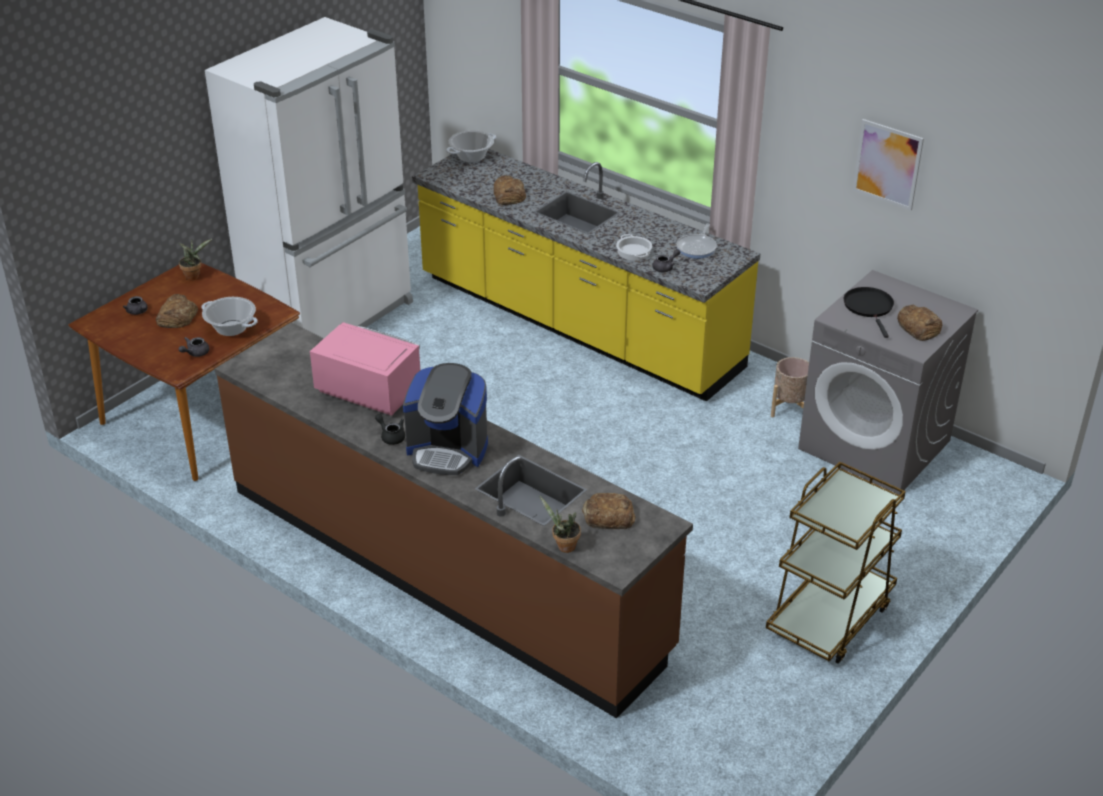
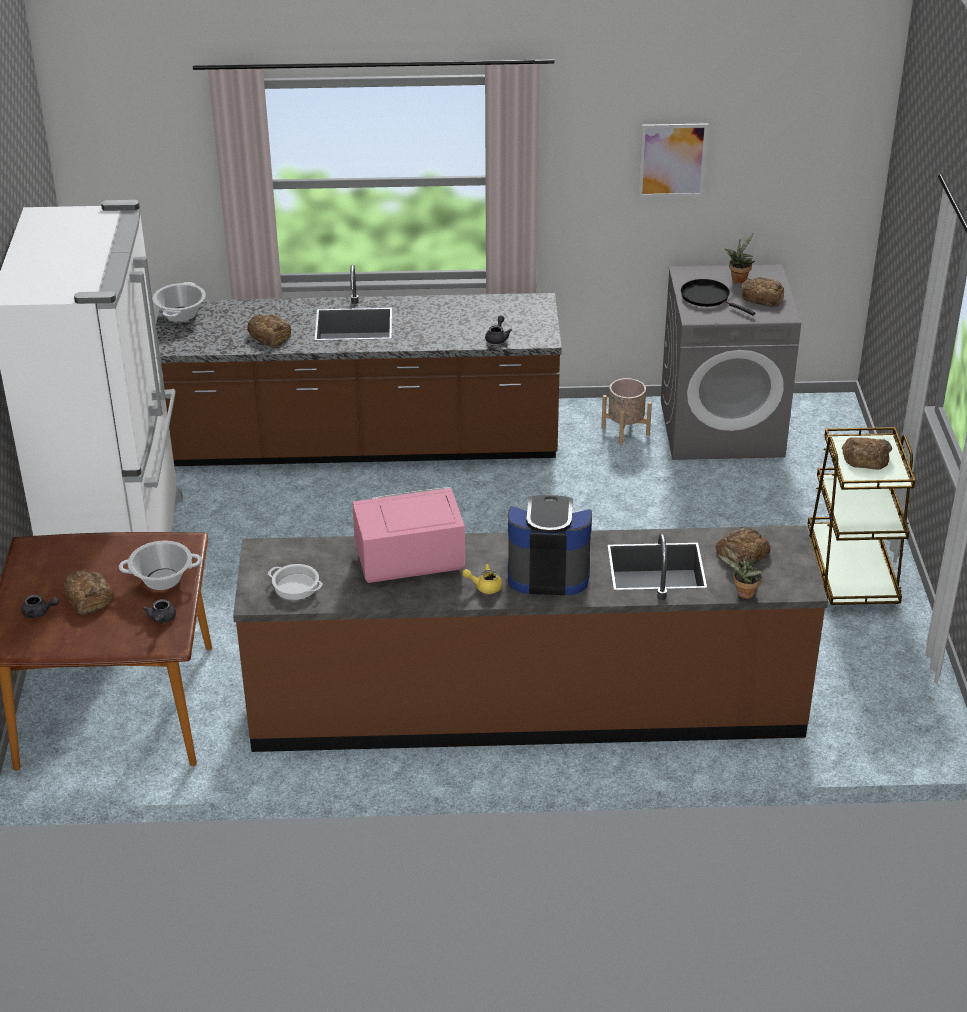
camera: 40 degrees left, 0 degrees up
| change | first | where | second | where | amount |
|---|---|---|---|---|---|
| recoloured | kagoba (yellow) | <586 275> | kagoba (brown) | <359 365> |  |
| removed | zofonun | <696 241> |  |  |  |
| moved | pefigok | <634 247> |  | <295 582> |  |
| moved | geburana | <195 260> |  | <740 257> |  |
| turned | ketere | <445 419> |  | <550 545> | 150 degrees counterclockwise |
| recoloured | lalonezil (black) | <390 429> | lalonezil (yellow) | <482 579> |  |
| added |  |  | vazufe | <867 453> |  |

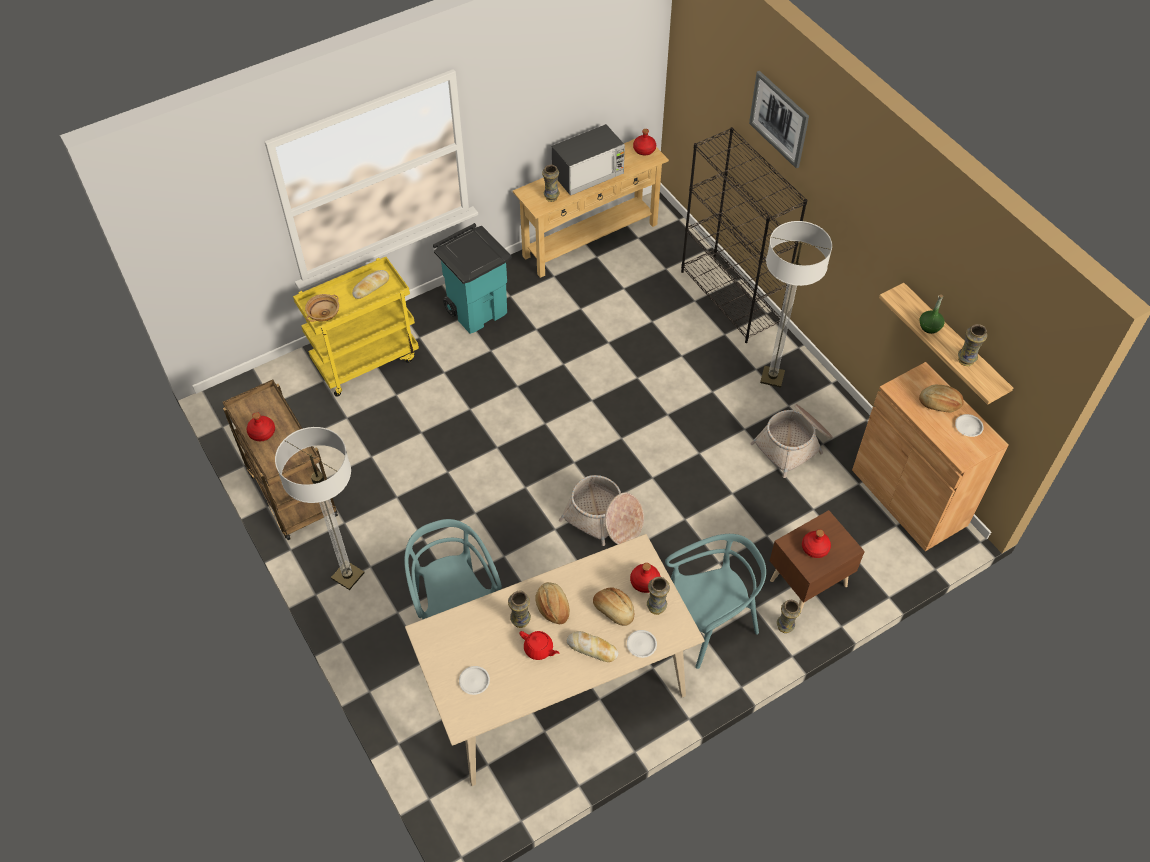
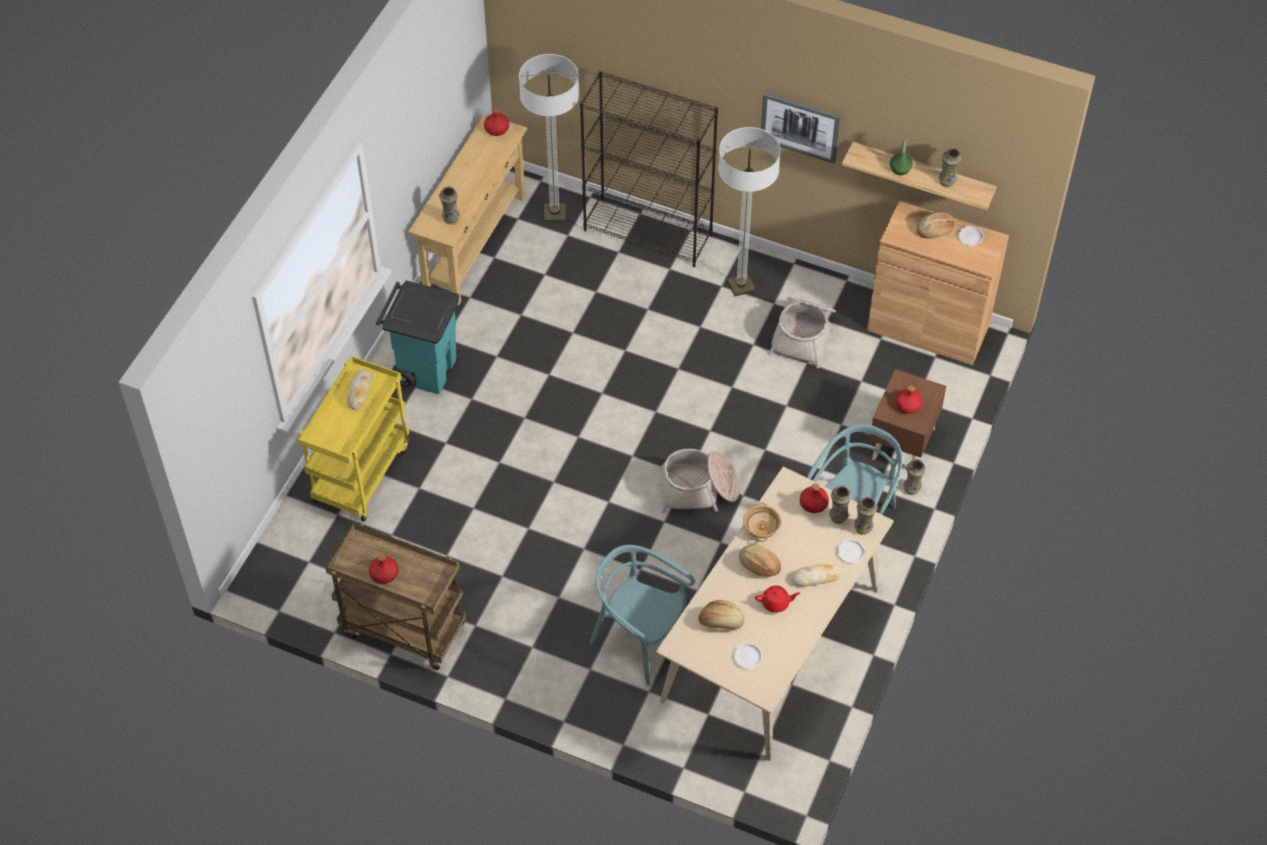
camera: 35 degrees left, 0 degrees up
| change | first | where | second | where | amount |
|---|---|---|---|---|---|
| moved | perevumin | <779 120> |  | <801 128> |  |
| removed | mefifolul | <588 160> |  |  |  |
| moved | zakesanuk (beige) | <322 308> |  | <762 522> |  |
| moved | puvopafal | <319 508> |  | <549 138> |  |
| moved | vazufe | <613 606> |  | <721 615> |  |
| moved | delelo | <519 609> |  | <865 516> |  |

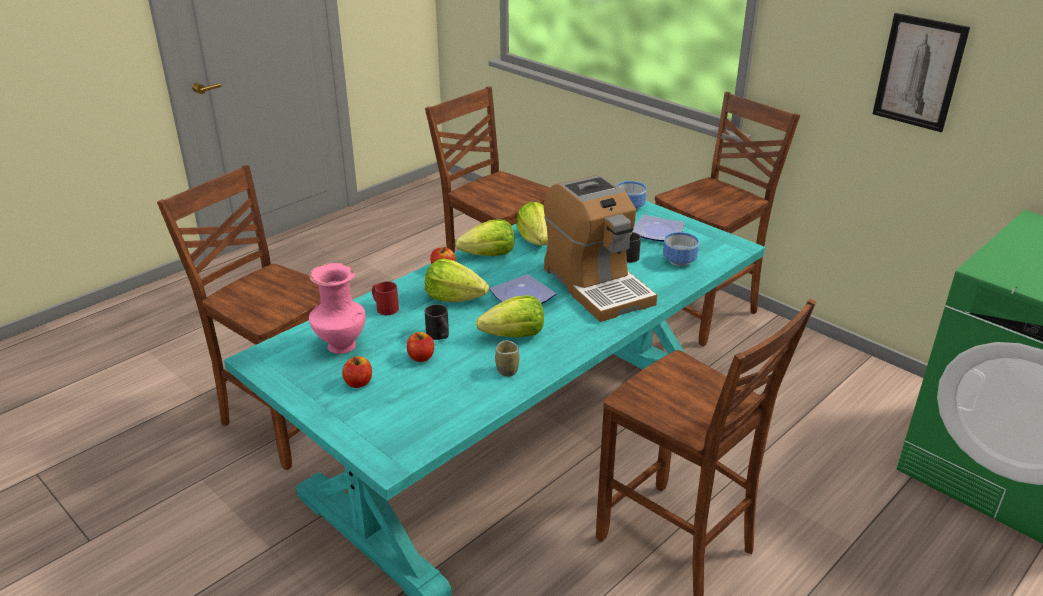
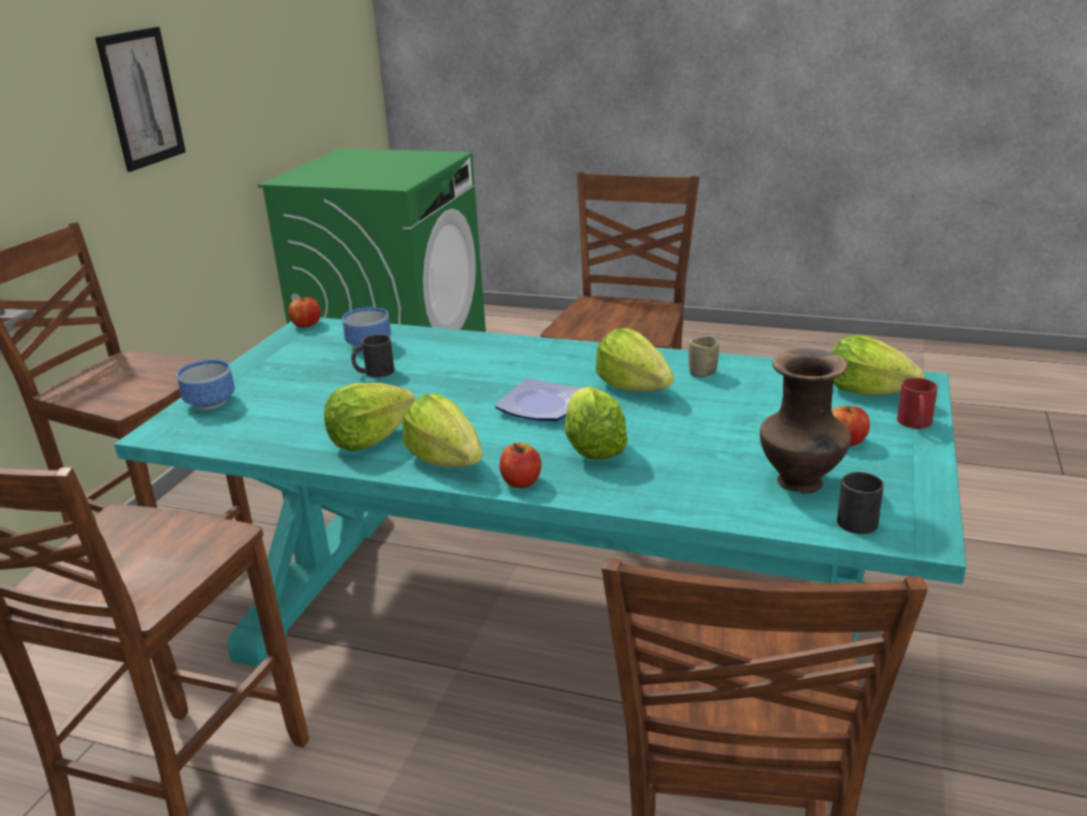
camera: 115 degrees left, 5 degrees down
| change | first | where | second | where | amount |
|---|---|---|---|---|---|
| removed | ketere | <600 248> |  |  |  |
| removed | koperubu | <658 228> |  |  |  |
| recoloured | delelo (pink) | <337 308> | delelo (brown) | <805 421> |  |
| moved | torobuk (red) | <385 298> |  | <917 403> |  |
| moved | torobuk (black) | <437 322> |  | <860 503> |  |
| moved | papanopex | <420 347> |  | <304 312> |  |
| added |  |  | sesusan | <878 365> |  |

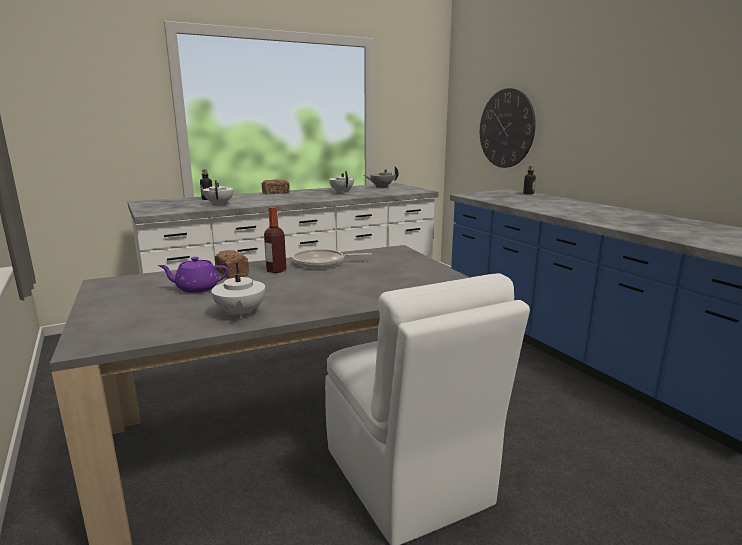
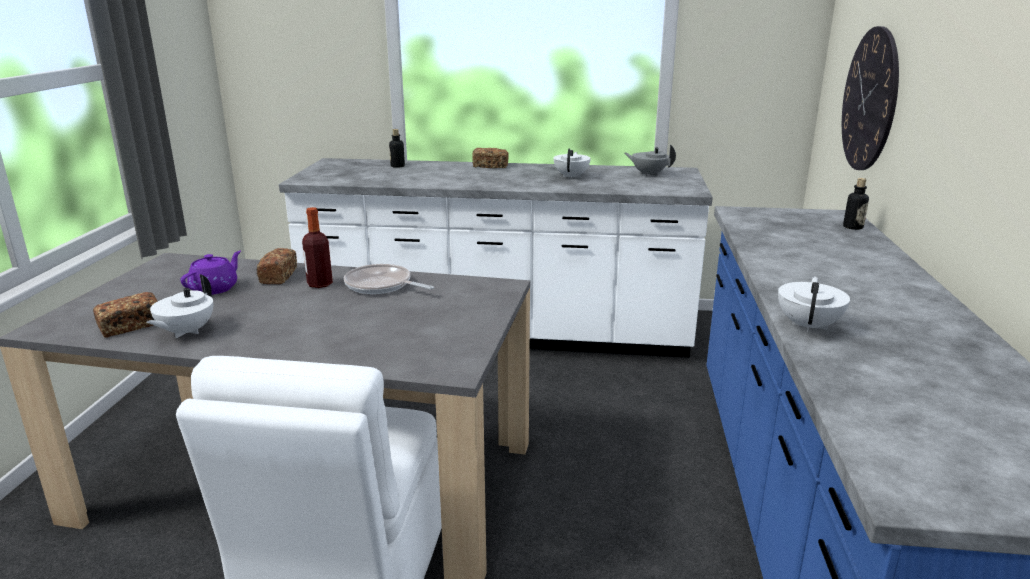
camera: 35 degrees right, 5 degrees up
| change | first | where | second | where | amount |
|---|---|---|---|---|---|
| moved | lalonezil (white) | <218 193> |  | <814 305> |  |
| turned | lalonezil (purple) | <193 275> |  | <211 273> | 90 degrees clockwise |
| added |  |  | vazufe | <125 315> |  |

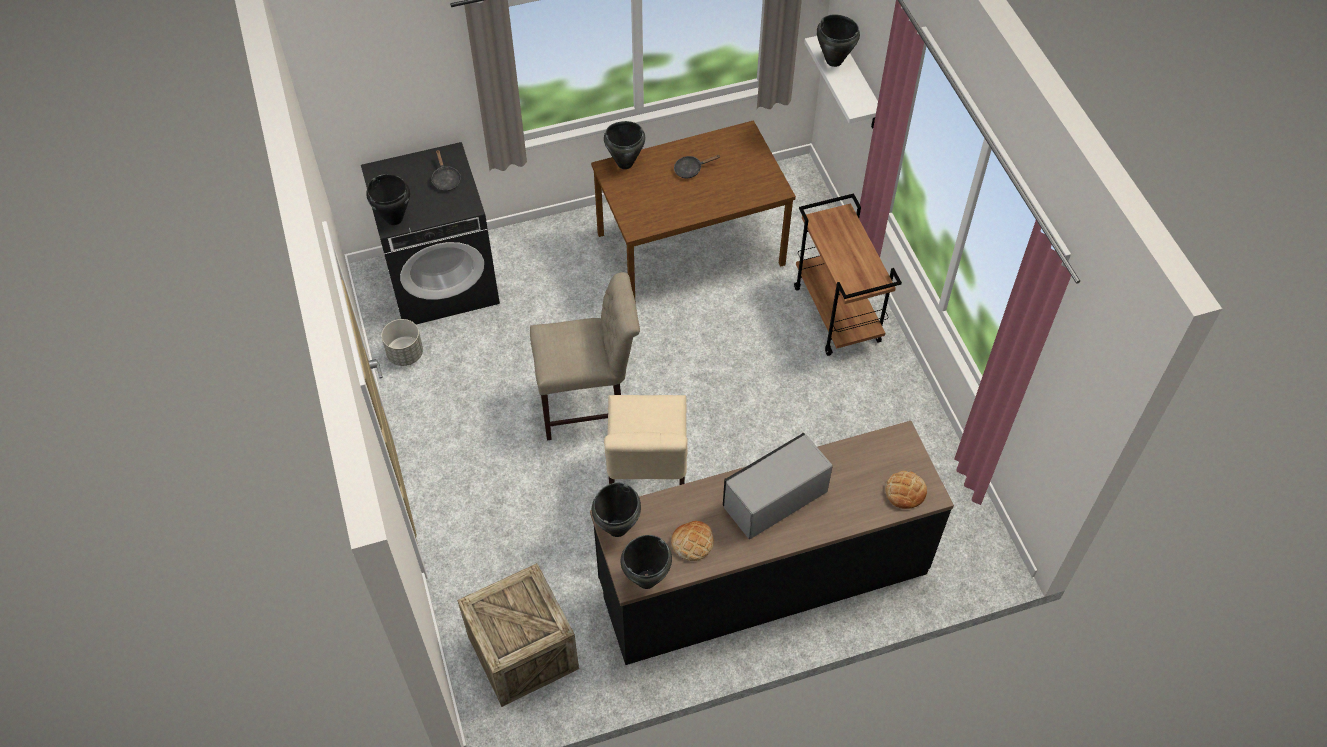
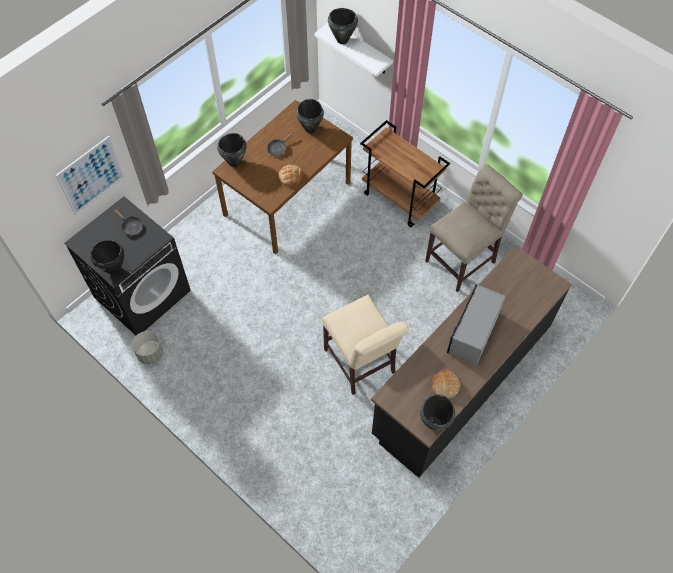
camera: 30 degrees left, 5 degrees up
| change | first | where | second | where | amount |
|---|---|---|---|---|---|
| moved | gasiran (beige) | <585 356> |  | <474 228> |  |
| moved | vazufe | <906 490> |  | <291 175> |  |
| moved | pefigok (black) | <616 510> |  | <310 116> |  |
| removed | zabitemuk | <518 635> |  |  |  |
| added |  |  | perevumin | <90 176> |  |

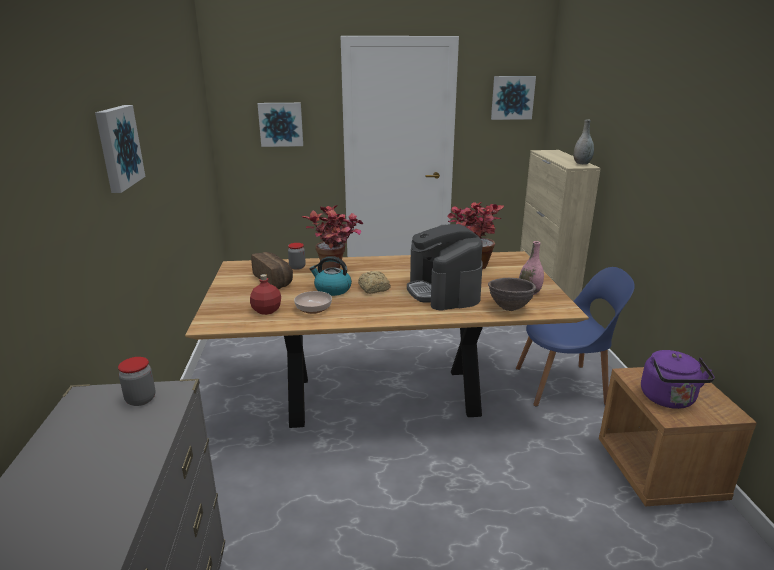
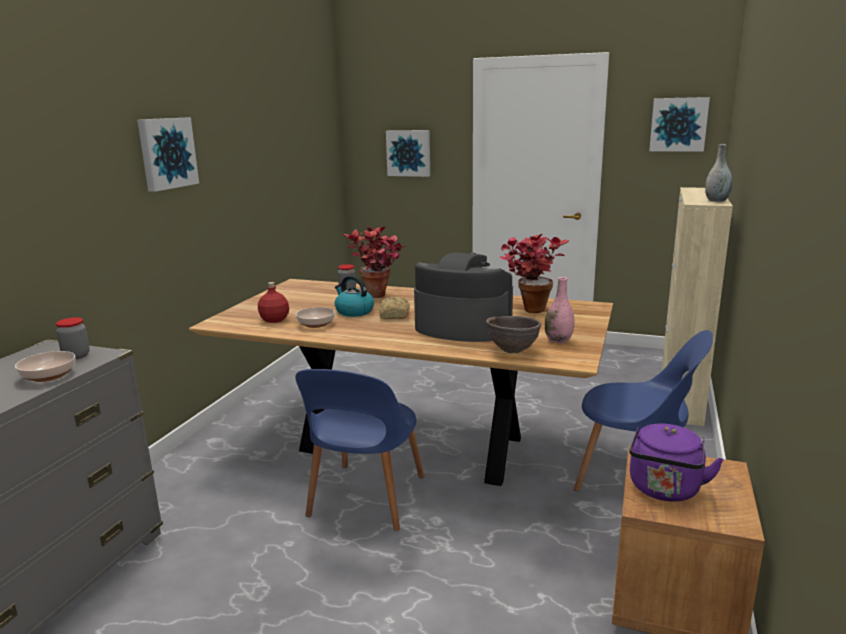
camera: 25 degrees right, 5 degrees down
| change | first | where | second | where | amount |
|---|---|---|---|---|---|
| turned | ketere | <445 267> |  | <463 297> | 105 degrees clockwise |
| removed | vazufe | <272 270> |  |  |  |
| added |  |  | zakesanuk | <45 366> |  |
| added |  |  | gasiran (blue) | <359 450> |  |

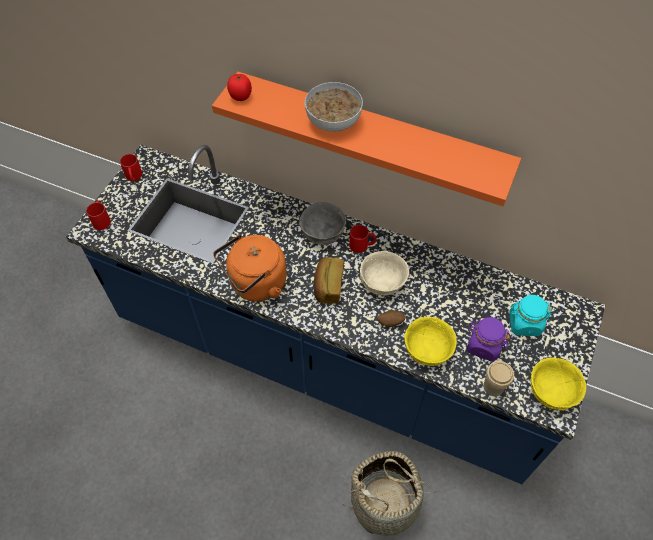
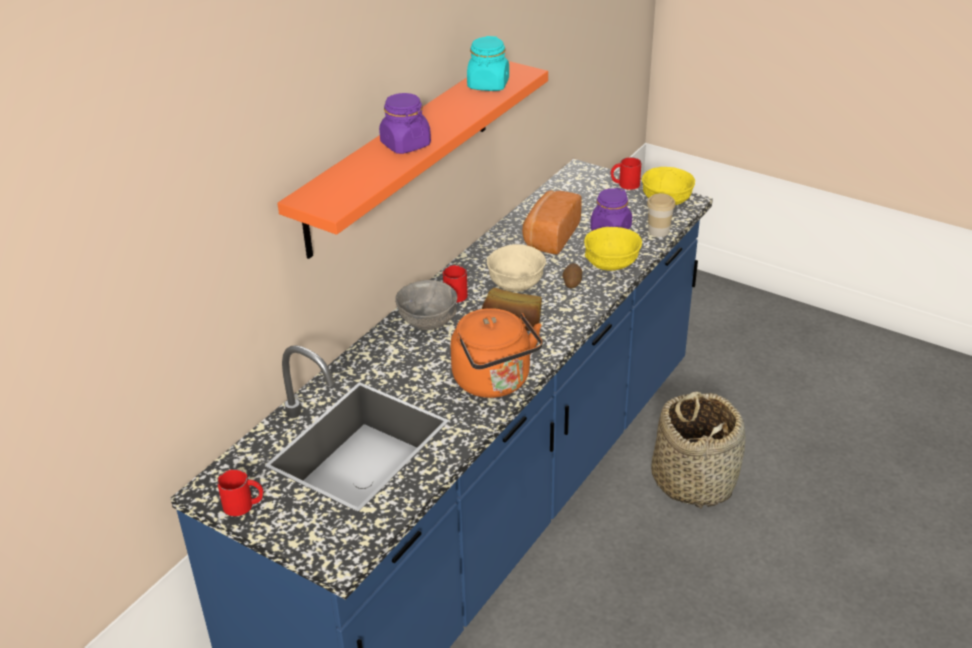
camera: 80 degrees left, 20 degrees down
| change | first | where | second | where | amount |
|---|---|---|---|---|---|
| removed | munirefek | <239 87> |  |  |  |
| replaced | zakesanuk | <334 107> | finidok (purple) | <405 123> |  |
| moved | torobuk (red) | <98 215> |  | <626 173> |  |
| moved | finidok (turquoise) | <530 315> |  | <488 63> |  |
| added |  |  | vazufe | <552 222> |  |

